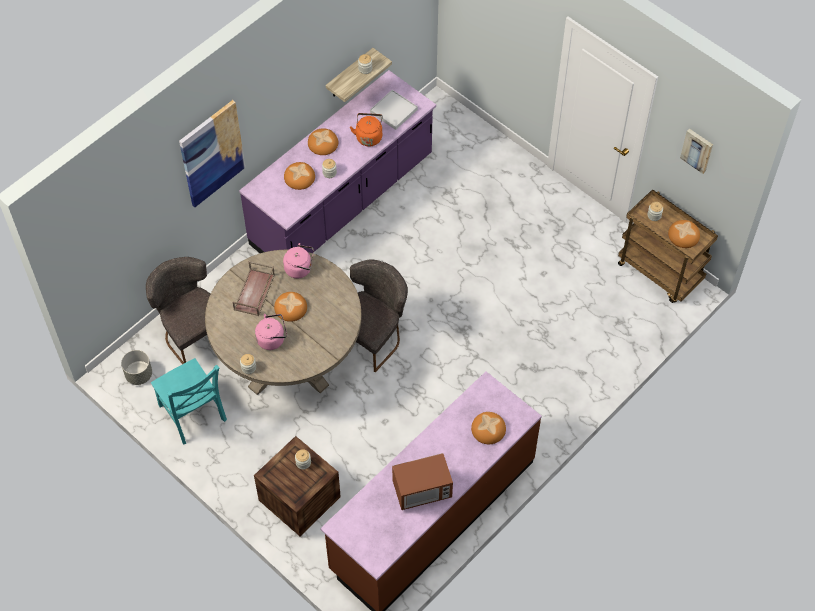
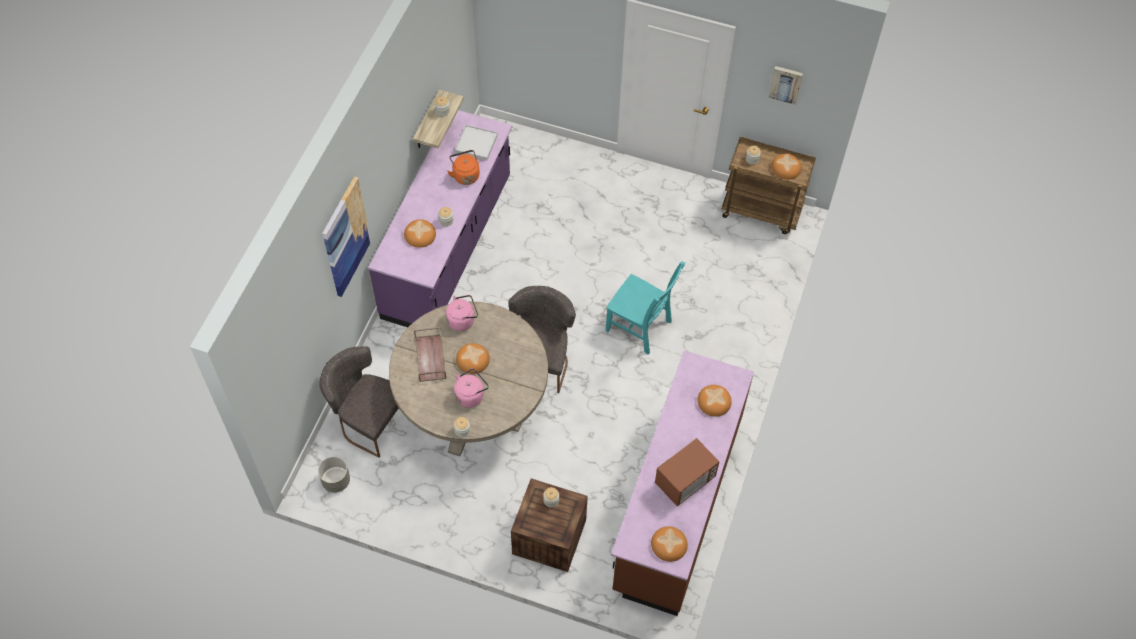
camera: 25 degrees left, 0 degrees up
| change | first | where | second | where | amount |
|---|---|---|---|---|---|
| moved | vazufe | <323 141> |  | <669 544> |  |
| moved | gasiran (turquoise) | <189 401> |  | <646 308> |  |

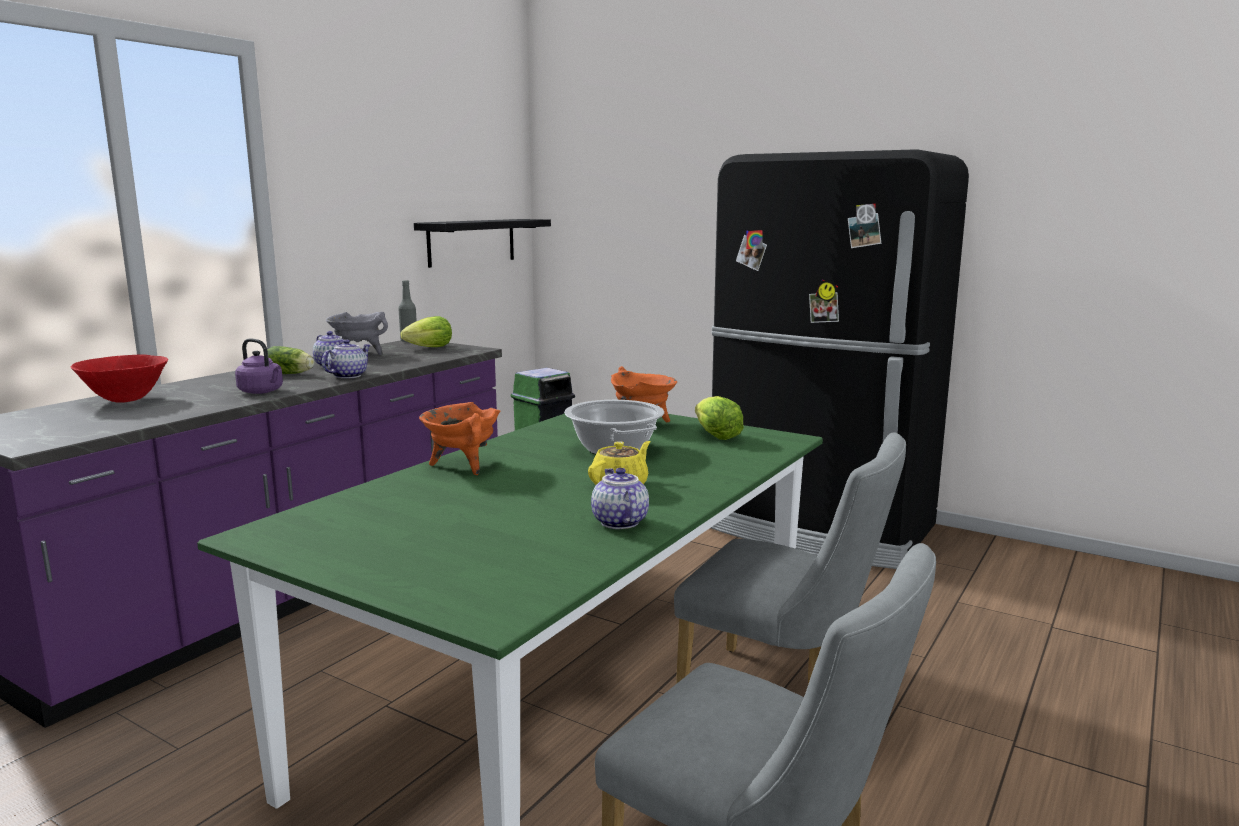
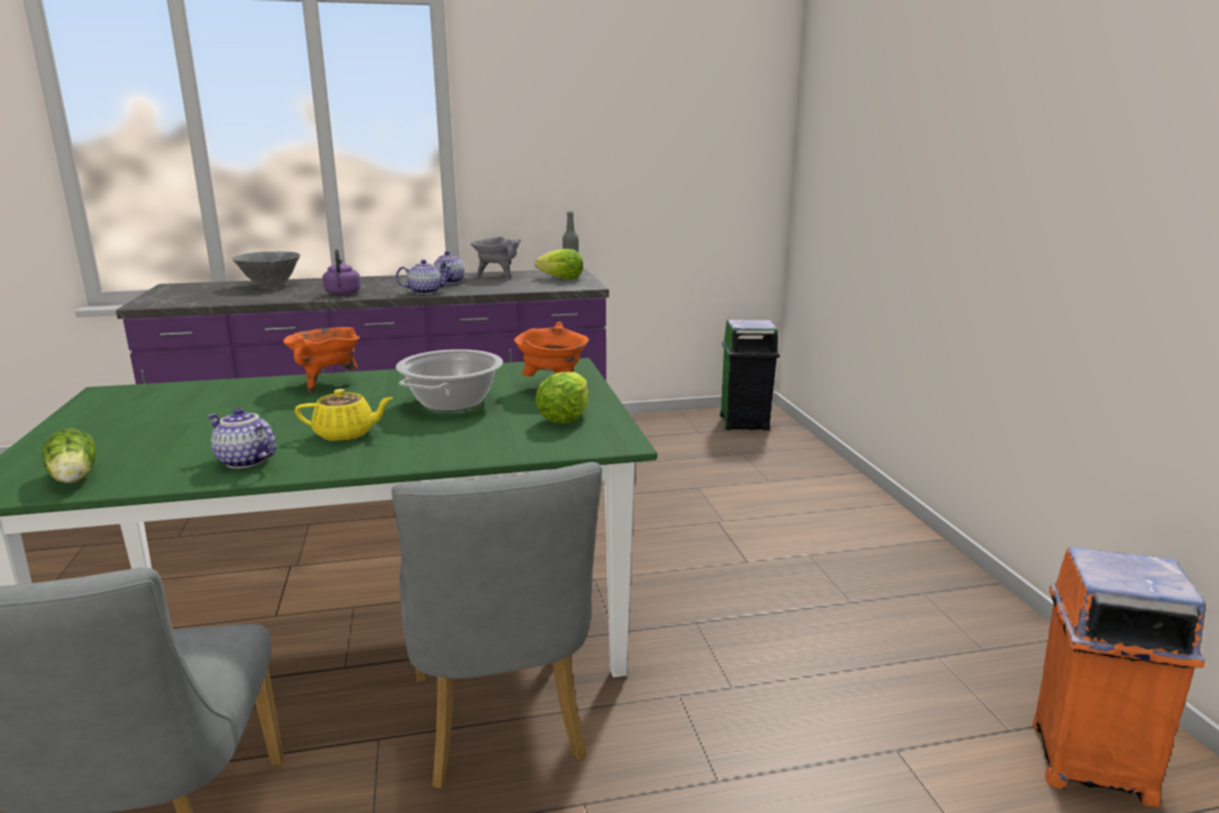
camera: 45 degrees right, 5 degrees up
| change | first | where | second | where | amount |
|---|---|---|---|---|---|
| removed | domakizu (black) | <840 359> |  |  |  |
| removed | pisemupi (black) | <482 243> |  |  |  |
| moved | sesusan | <291 360> |  | <69 455> |  |
| recoloured | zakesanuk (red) | <119 379> | zakesanuk (grey) | <266 269> |  |
| turned | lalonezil | <620 498> |  | <242 438> | 90 degrees counterclockwise |
| added |  |  | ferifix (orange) | <1119 677> |  |

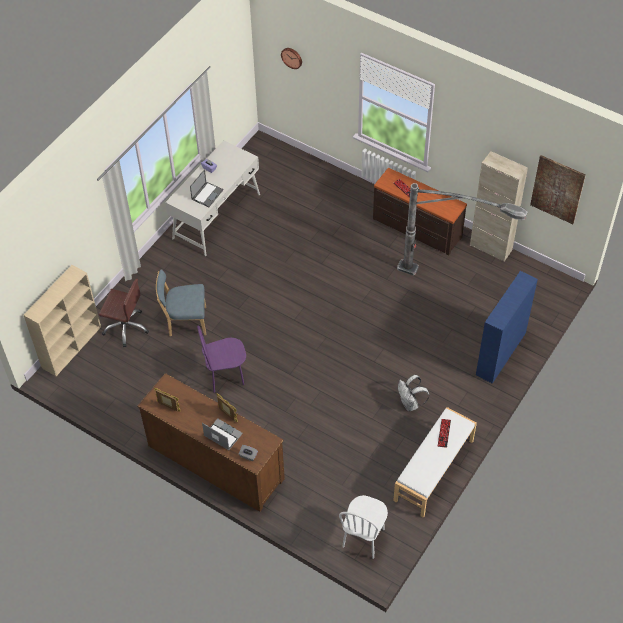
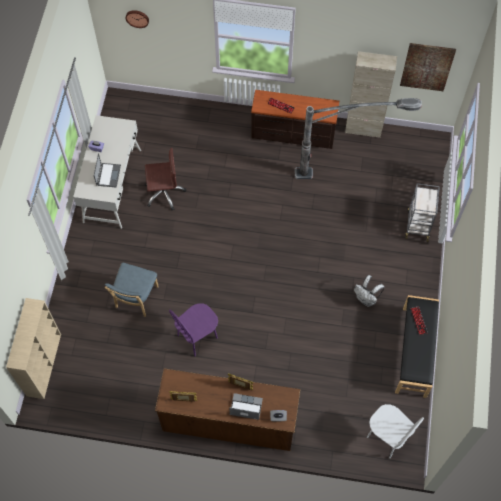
camera: 25 degrees left, 10 degrees up
| change | first | where | second | where | amount |
|---|---|---|---|---|---|
| turned | gasiran (blue) | <181 302> |  | <132 290> | 45 degrees counterclockwise |
| replaced | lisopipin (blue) | <507 327> | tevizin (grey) | <422 212> |  |
| moved | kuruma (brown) | <124 313> |  | <165 179> |  |
| recoloured | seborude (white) | <435 462> | seborude (black) | <417 346> |  |
| turned | gasiran (white) | <363 527> |  | <395 431> | 45 degrees counterclockwise |

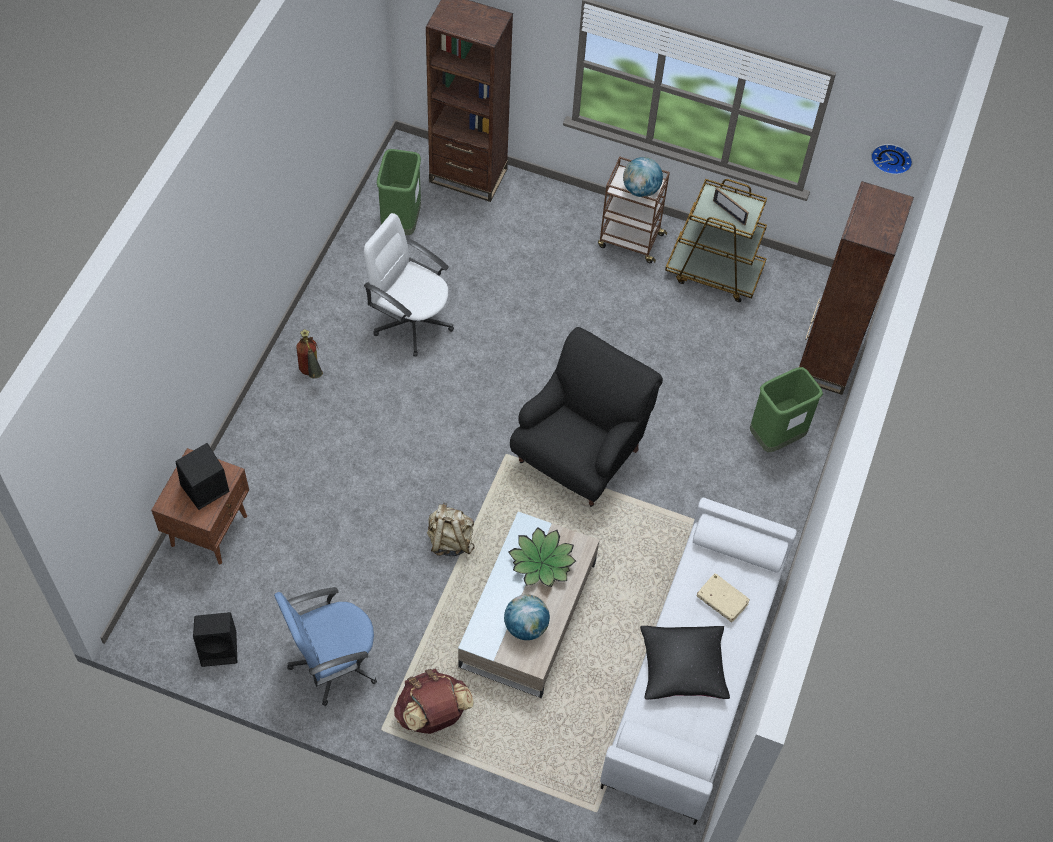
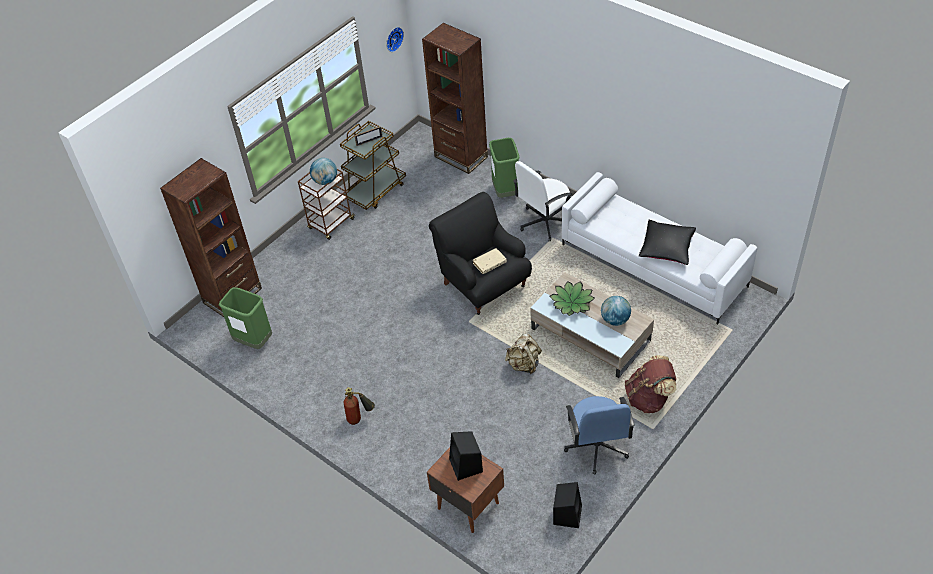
camera: 65 degrees left, 10 degrees down
| change | first | where | second | where | amount |
|---|---|---|---|---|---|
| moved | kuruma (white) | <409 284> |  | <543 201> |  |
| moved | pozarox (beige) | <723 598> |  | <490 261> |  |

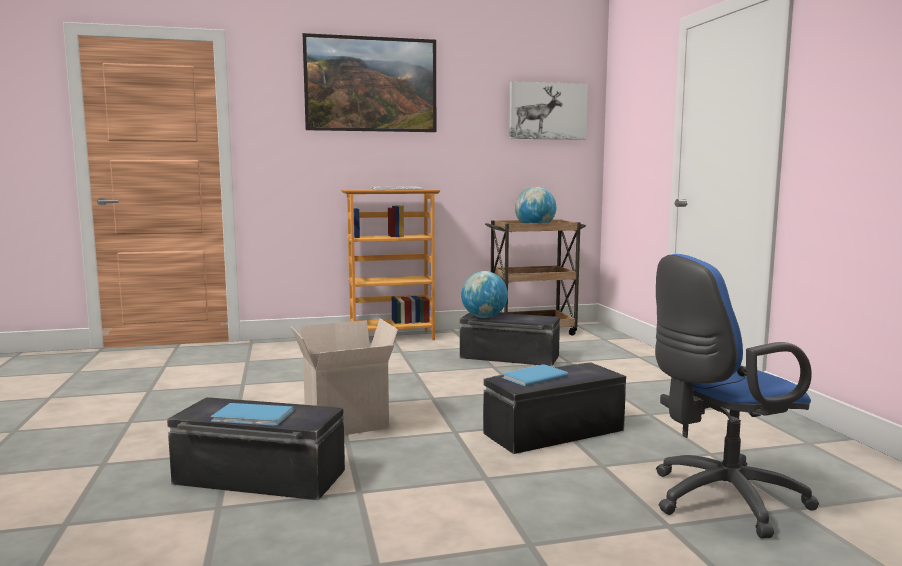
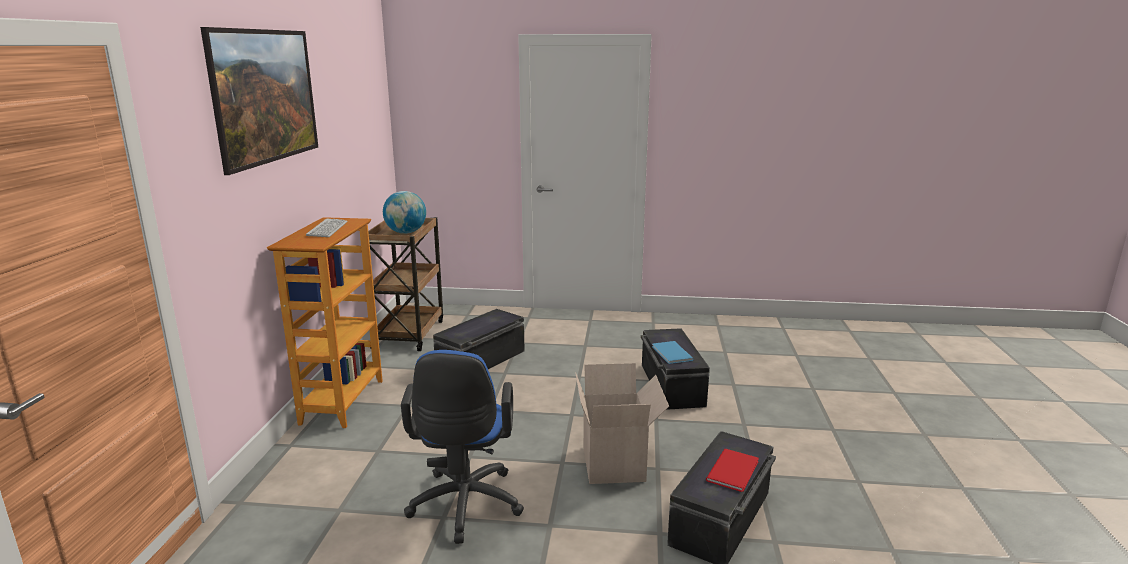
camera: 70 degrees left, 10 degrees up
| change | first | where | second | where | amount |
|---|---|---|---|---|---|
| removed | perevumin | <548 110> |  |  |  |
| moved | kuruma (blue) | <737 396> |  | <462 447> |  |
| removed | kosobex | <484 294> |  |  |  |
| recoloured | pozarox (blue) | <252 414> | pozarox (red) | <732 470> |  |

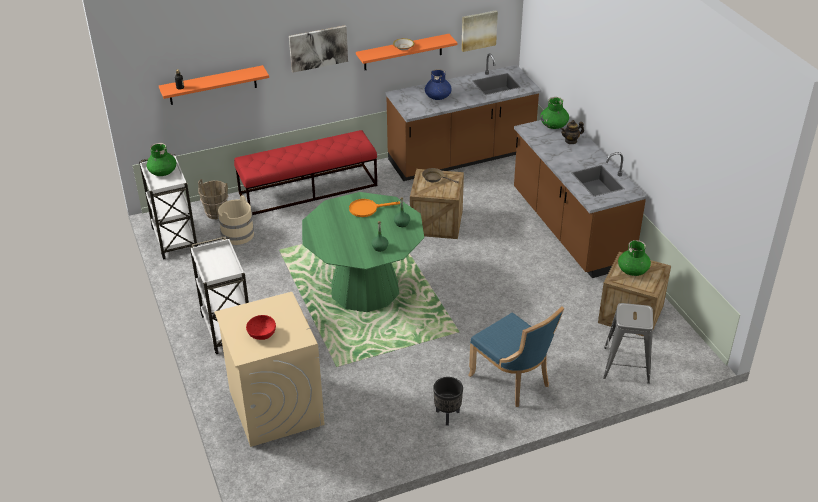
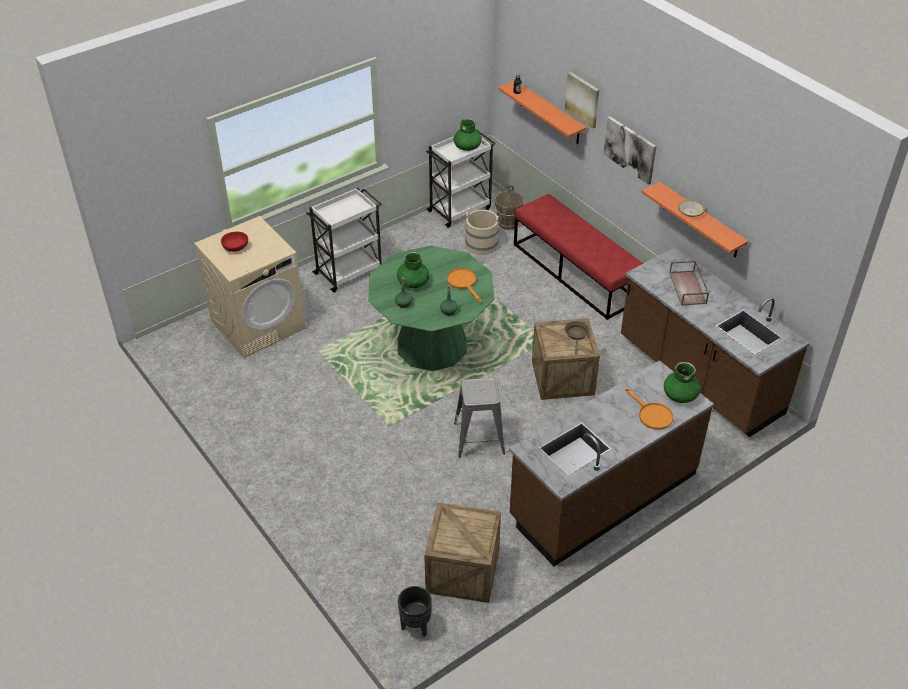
camera: 75 degrees right, 5 degrees up
| change | first | where | second | where | amount |
|---|---|---|---|---|---|
| moved | perevumin | <479 31> |  | <582 100> |  |
| replaced | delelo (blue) | <438 84> | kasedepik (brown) | <689 283> |  |
| replaced | lalonezil | <572 132> | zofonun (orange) | <649 409> |  |
| moved | delelo (green) | <634 258> |  | <413 270> |  |
| moved | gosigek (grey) | <628 343> |  | <479 418> |  |
| removed | gasiran (blue) | <516 356> |  |  |  |
| moved | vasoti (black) | <448 401> |  | <415 611> |  |

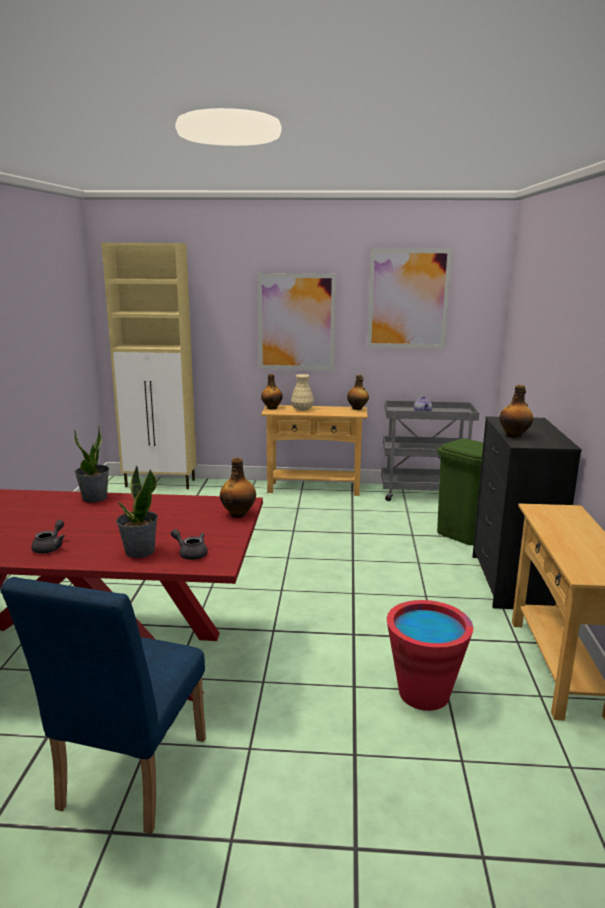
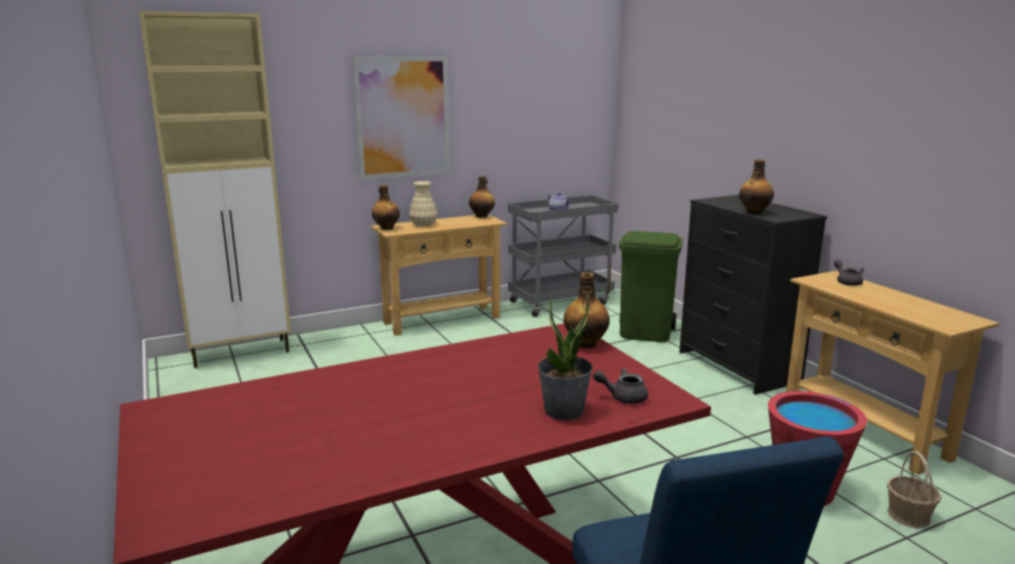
camera: 30 degrees left, 0 degrees up
| change | first | where | second | where | amount |
|---|---|---|---|---|---|
| removed | perevumin | <409 298> |  |  |  |
| removed | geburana | <91 464> |  |  |  |
| moved | lalonezil (grey) | <48 537> |  | <849 273> |  |
| added |  |  | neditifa | <914 489> |  |

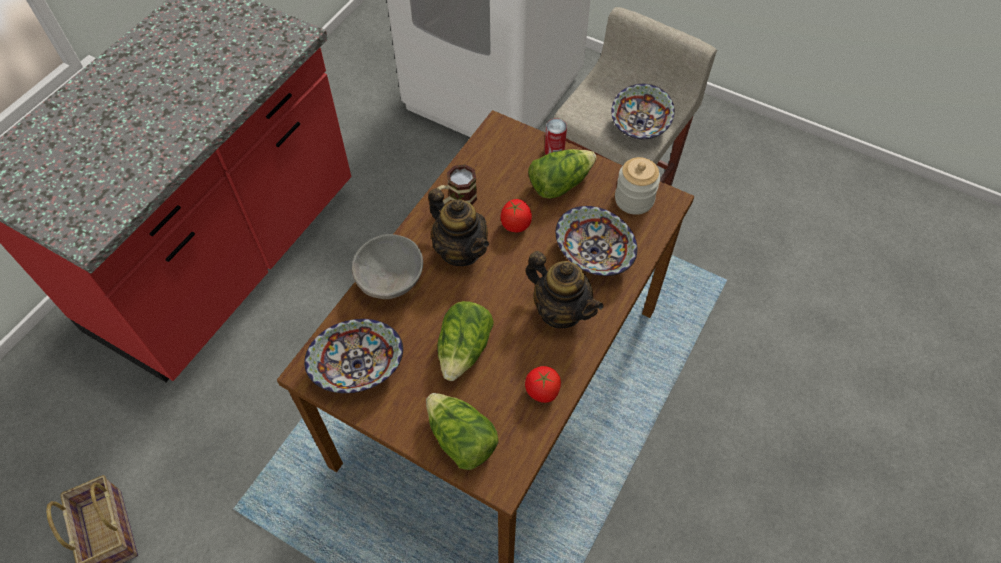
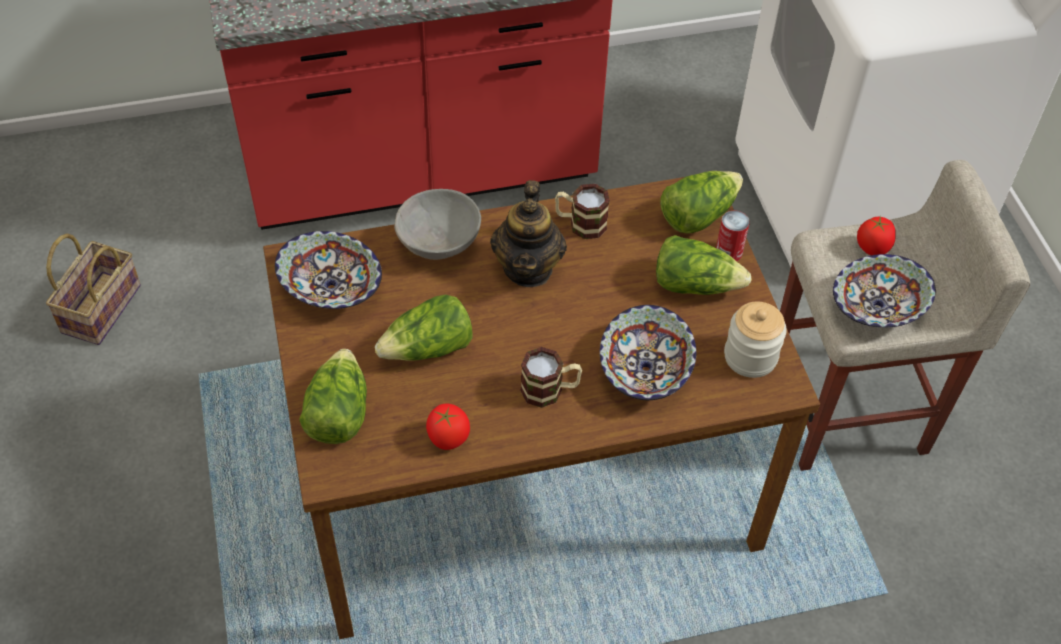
camera: 45 degrees right, 5 degrees down
| change | first | where | second | where | amount |
|---|---|---|---|---|---|
| moved | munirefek | <516 215> |  | <876 235> |  |
| replaced | lalonezil | <565 289> | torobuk | <551 377> |  |
| added |  |  | sesusan | <701 202> |  |

